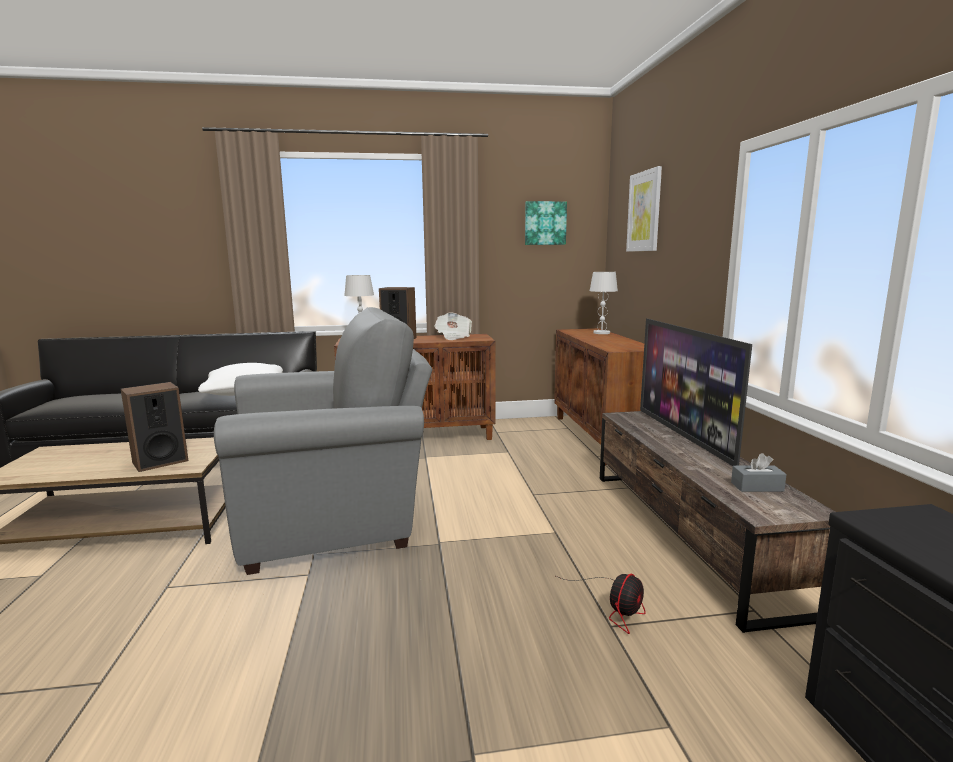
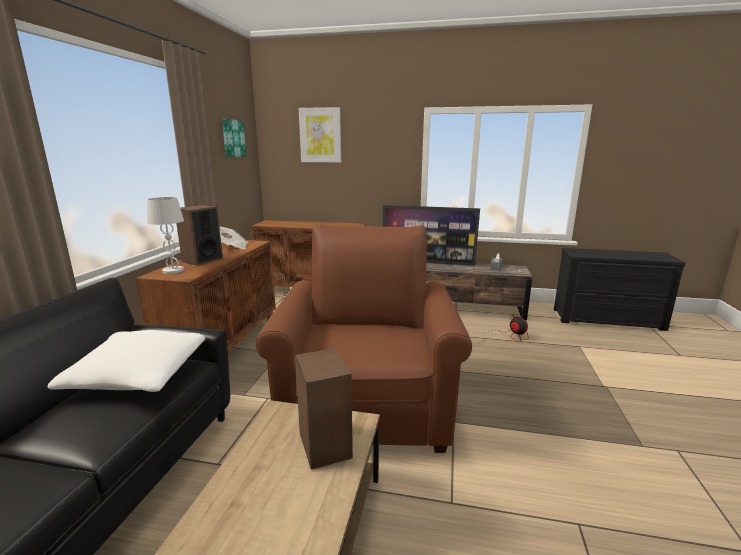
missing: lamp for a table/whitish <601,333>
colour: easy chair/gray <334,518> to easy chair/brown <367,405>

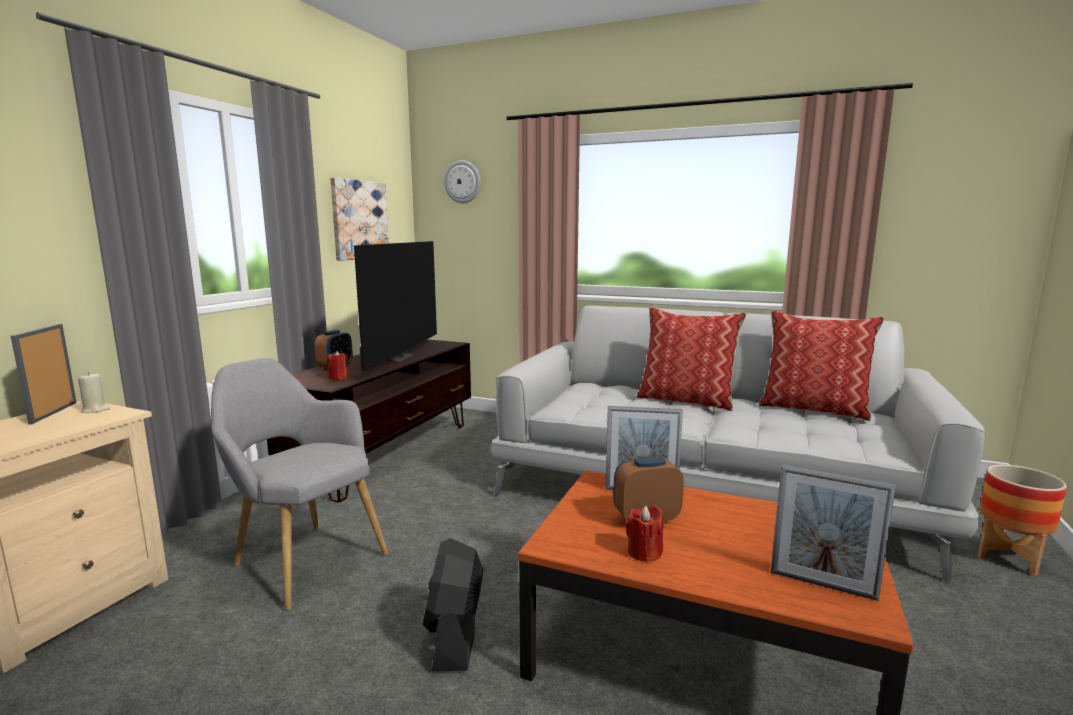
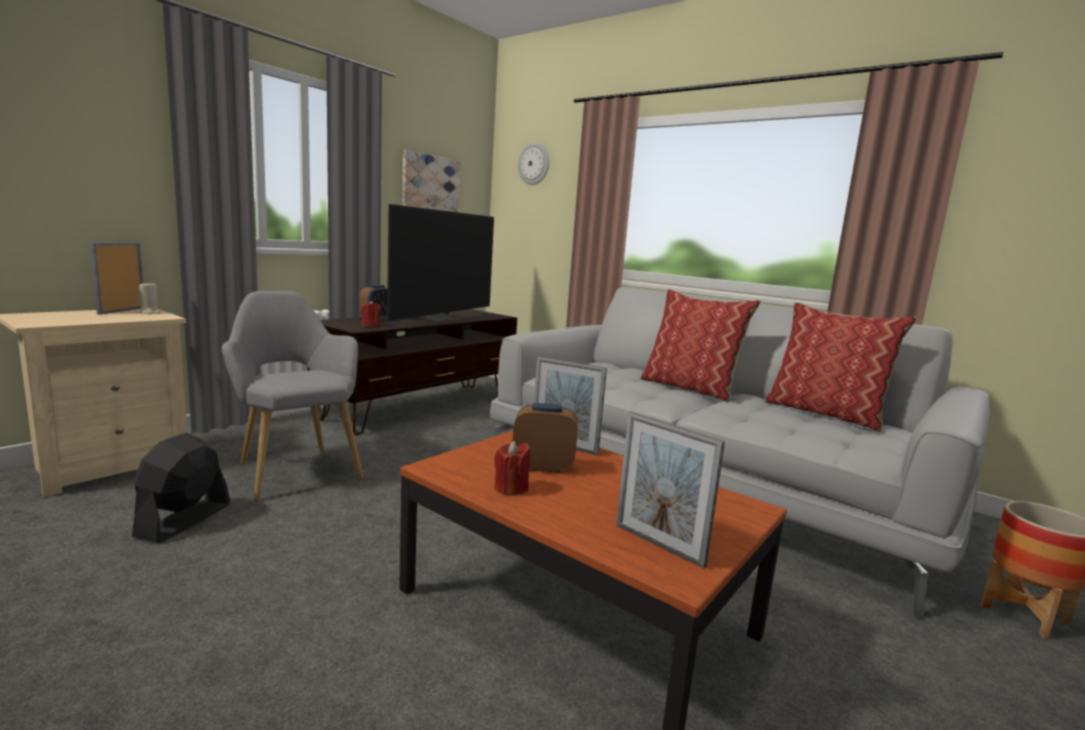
relocated: fan/blackish <455,636> to <183,520>

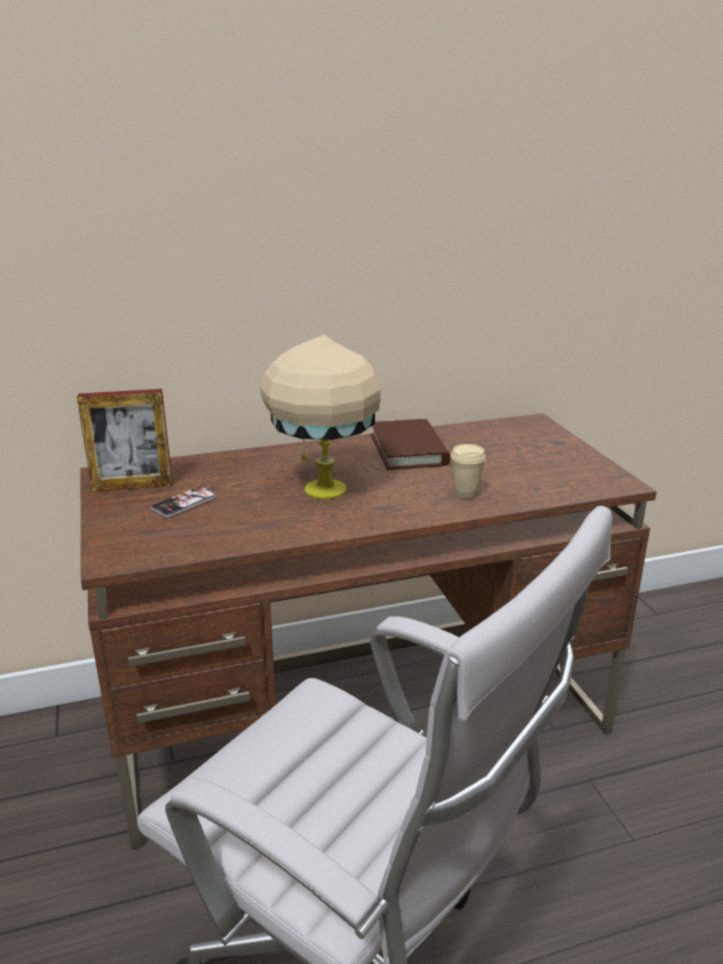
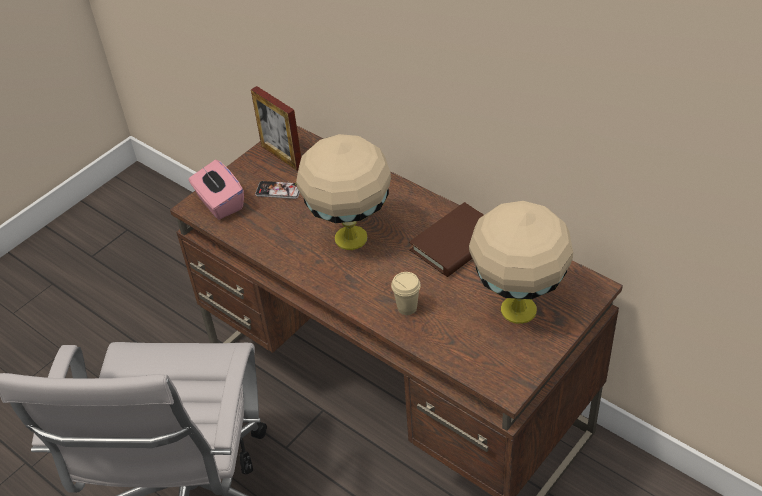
appeared: tissue holder/pink <219,203>; lamp for a table/sand-coloured <517,308>

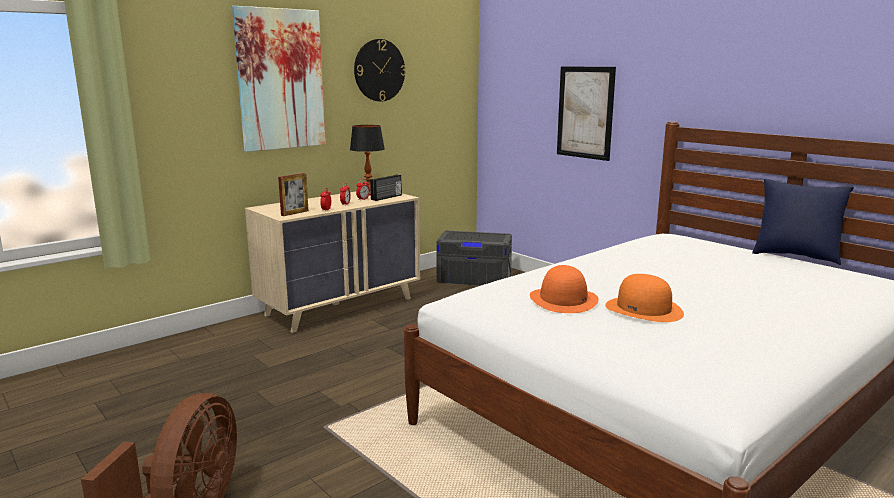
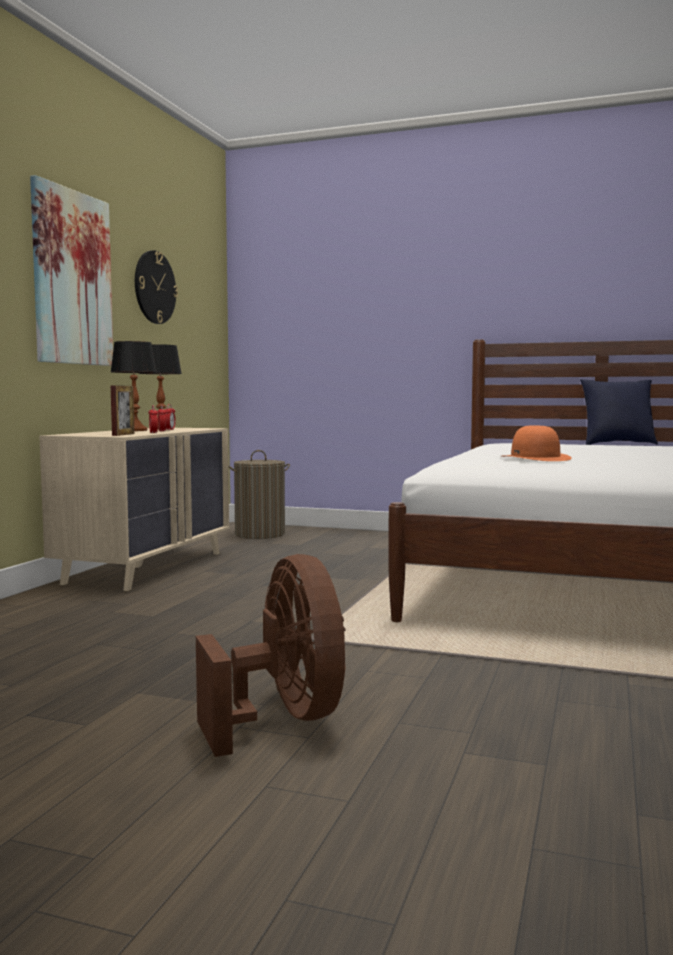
missing: wall art <585,112>; radio <387,197>; clothing hat/orange-coloured <644,309>
appeared: lamp for a table <135,430>
exchanged: storage bin/gray <474,278> to laundry basket <260,534>

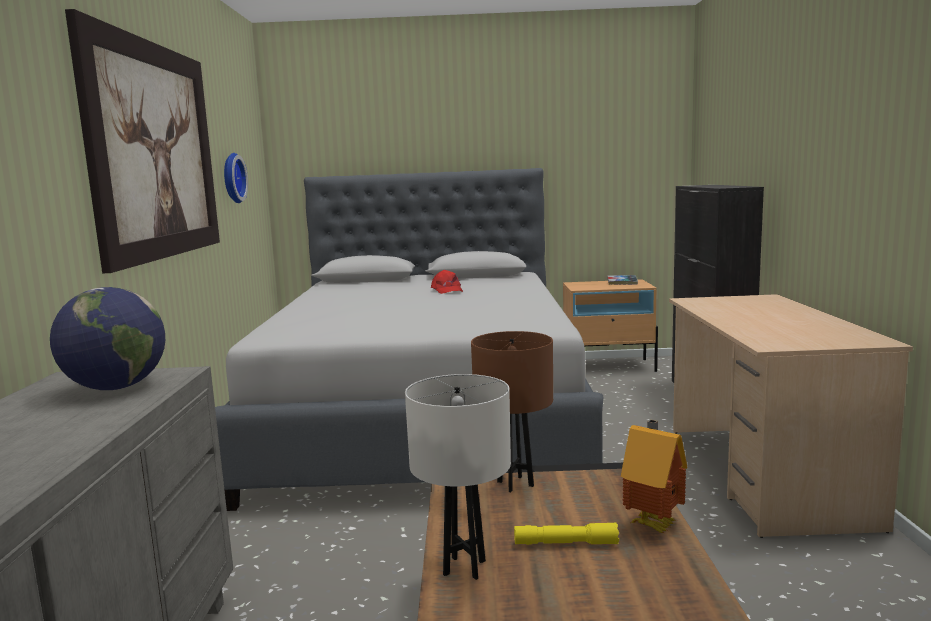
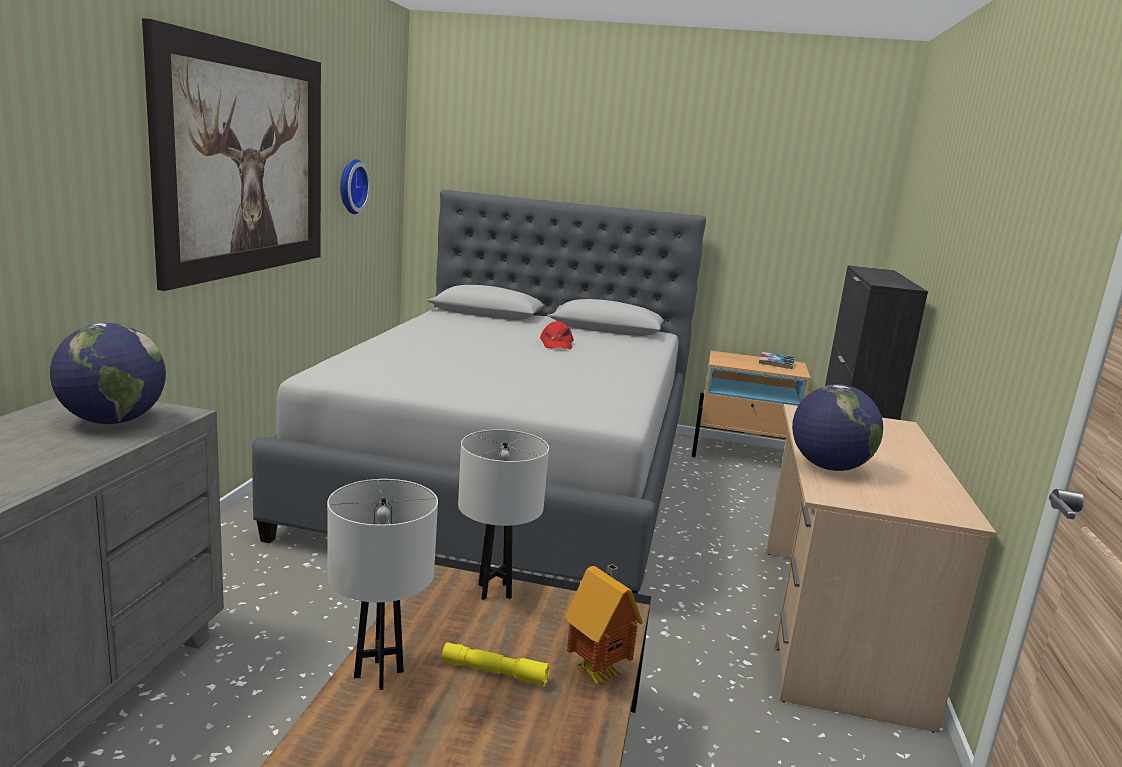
appeared: world globe <829,467>
colour: lamp for a table/brown <515,484> to lamp for a table/whitish <494,591>

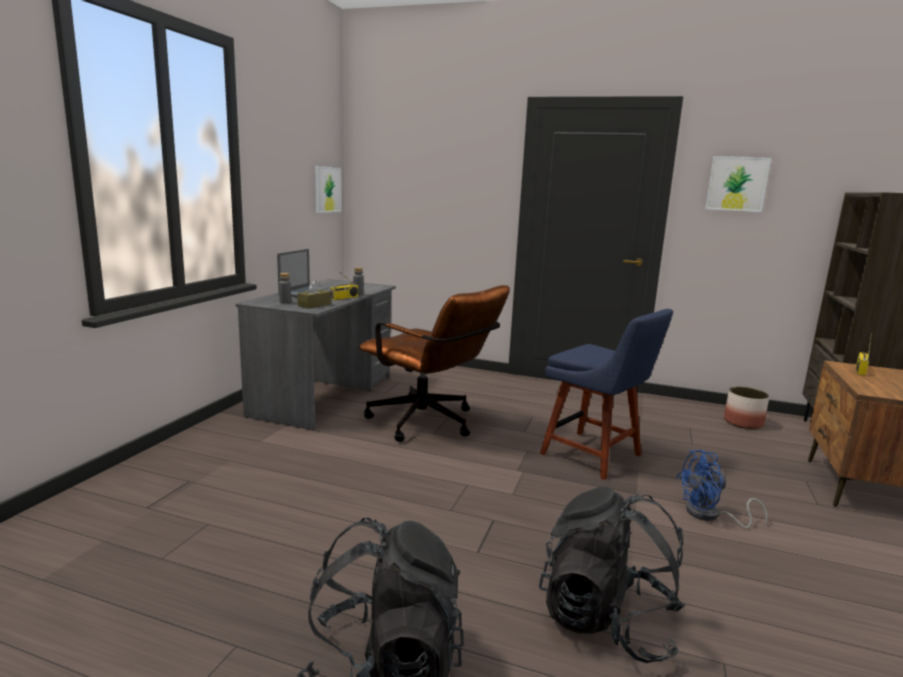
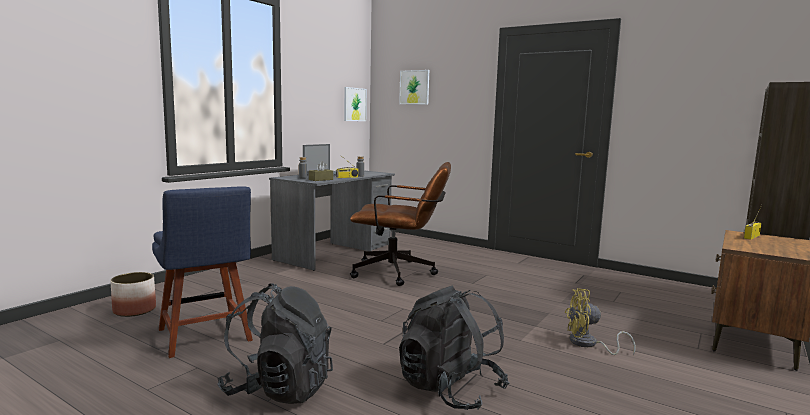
relocated: wall art <737,184> to <414,87>; chair/blue-coloured <595,456> to <205,337>; plant pot <743,423> to <135,310>
colour: fan/blue-coloured <710,515> to fan/yellow <588,344>
spun: desk chair/brown <429,424> = <401,273> 45 degrees counterclockwise

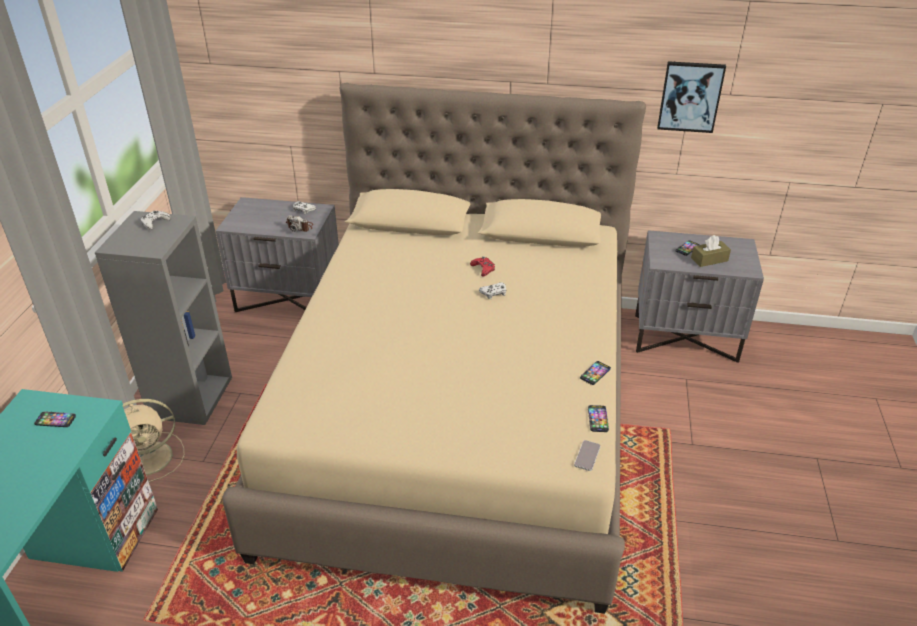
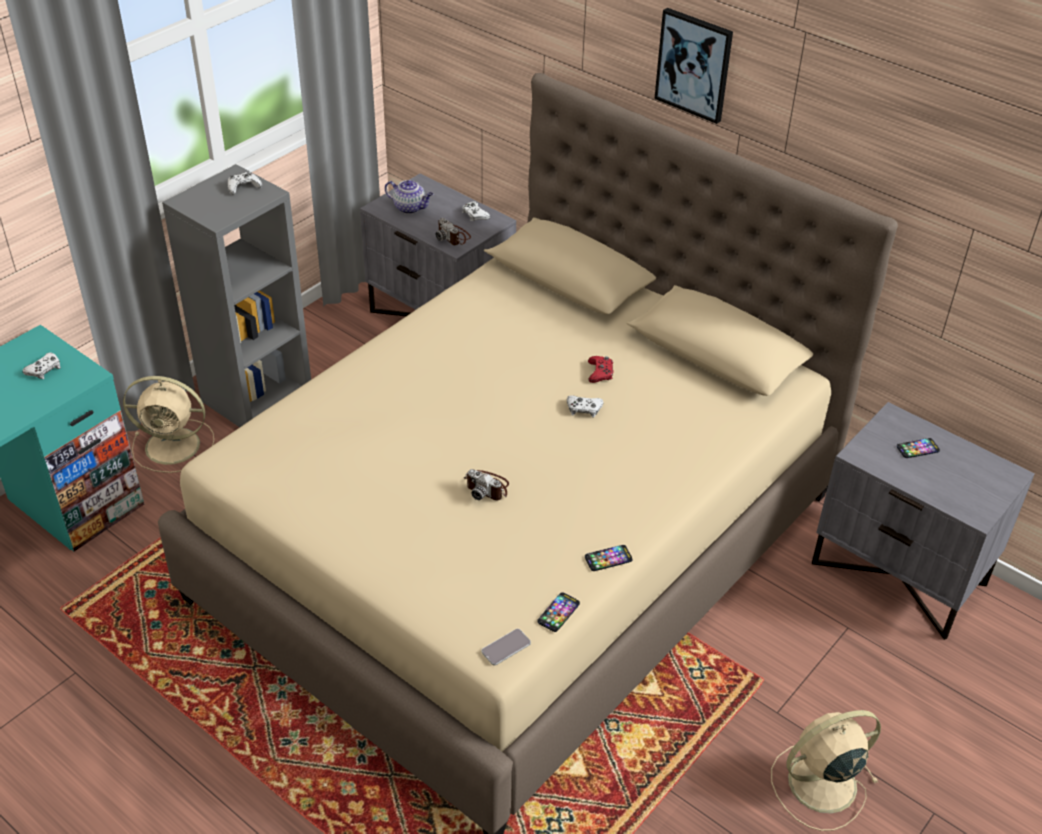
missing: tissue holder/brown <709,259>
appeared: pot for tea <410,208>; photo camera <487,487>; fan/sand-coloured <819,784>
relocated: wall art <690,96> to <694,65>
exchanged: phone <55,420> to joypad/whitish <44,370>

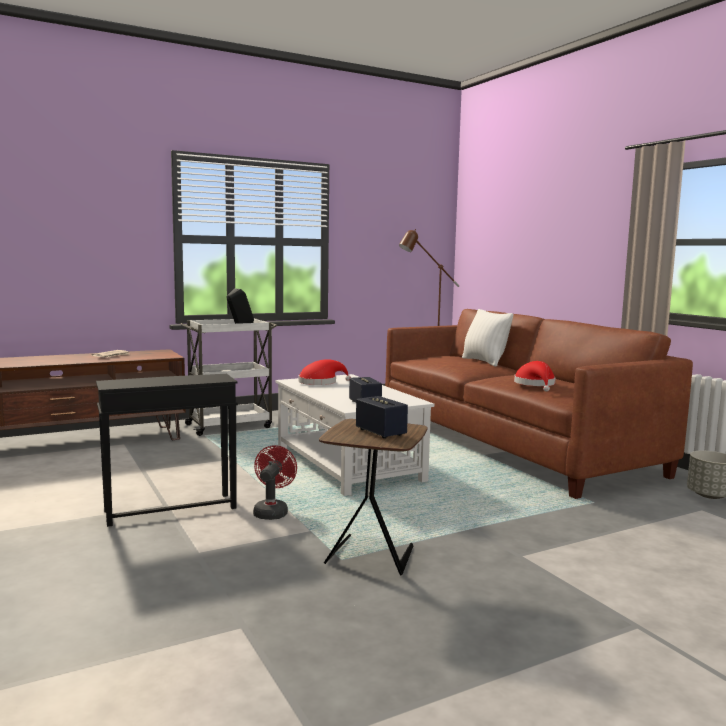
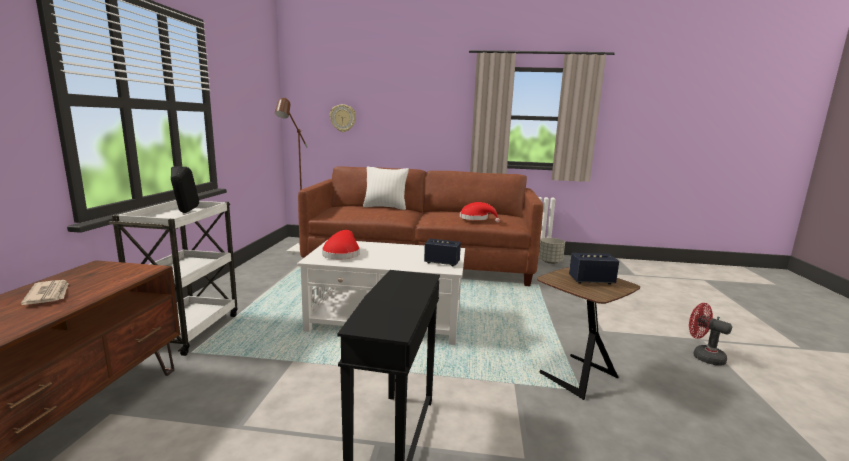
appeared: hanging clock <343,118>
relocated: fan/reddish <272,511> to <703,356>

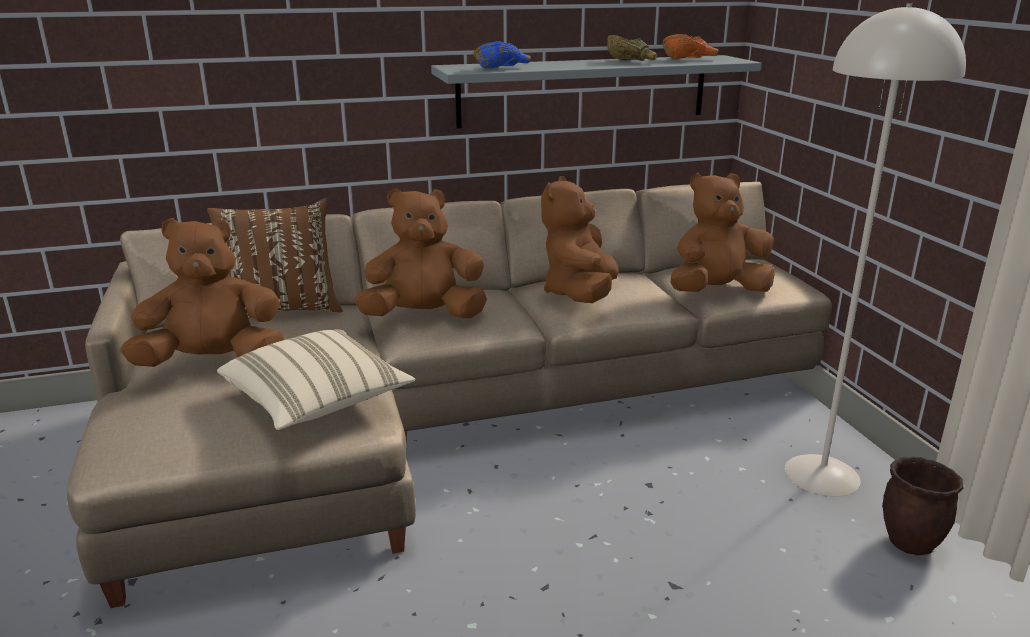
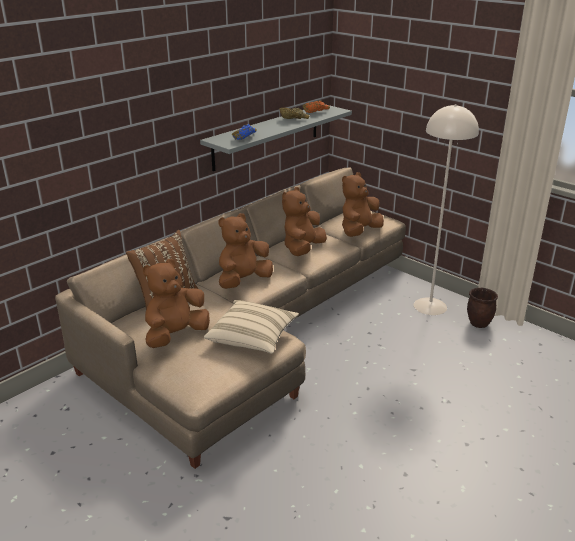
spun: plush toy/brown <580,295> = <302,249> 45 degrees clockwise

